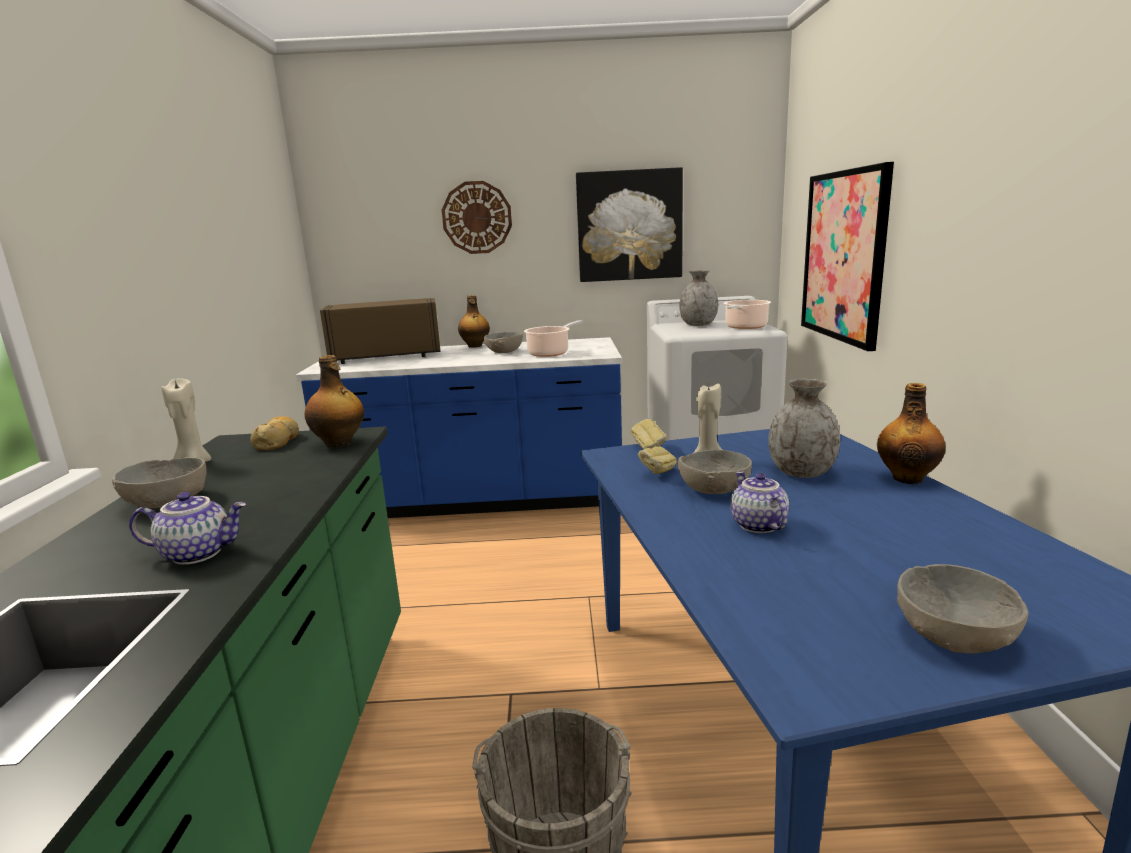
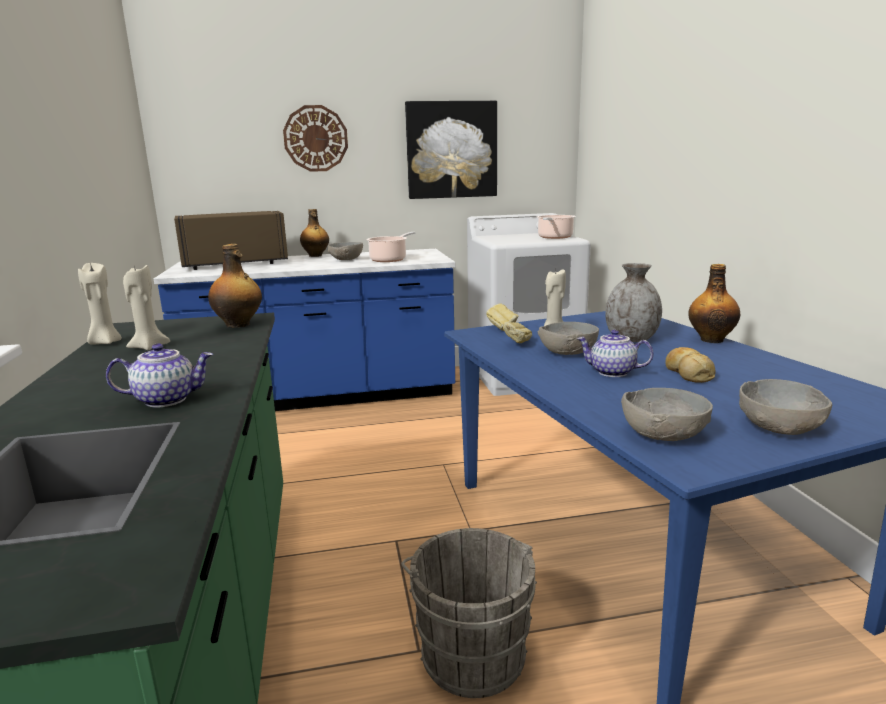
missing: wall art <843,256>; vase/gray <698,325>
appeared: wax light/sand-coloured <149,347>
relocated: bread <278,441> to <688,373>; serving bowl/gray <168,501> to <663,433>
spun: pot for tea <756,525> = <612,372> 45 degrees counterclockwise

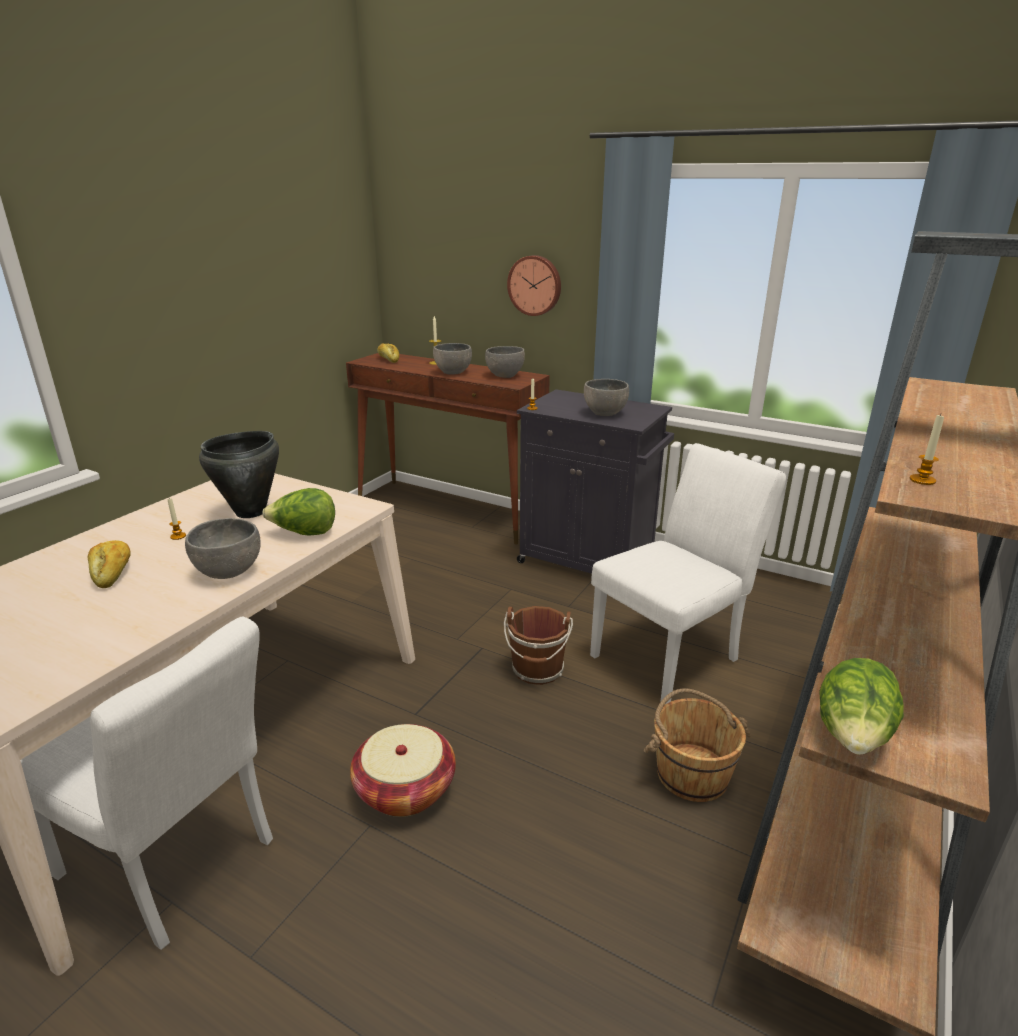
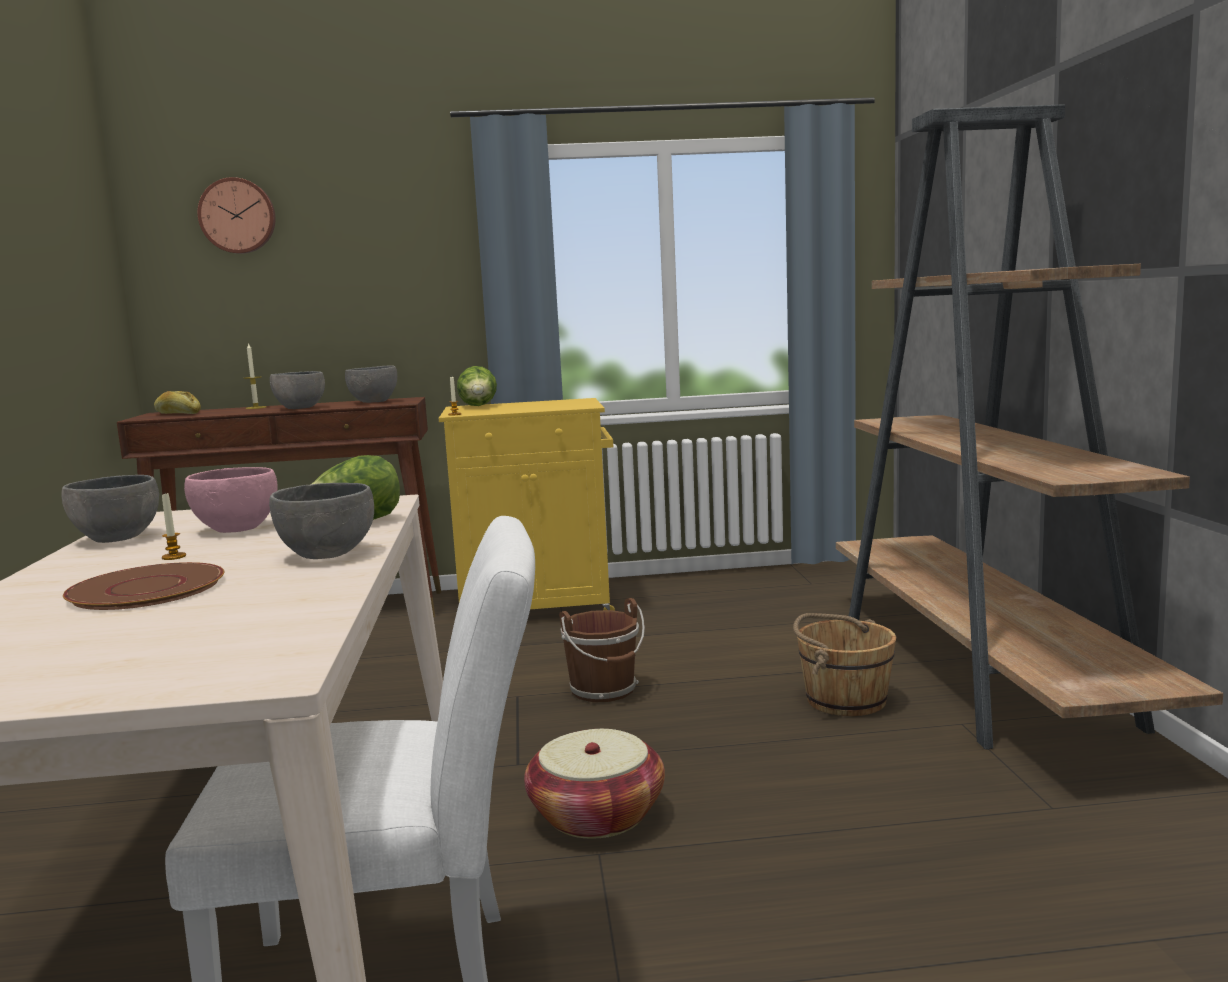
missing: wax light <922,480>; chair/whitish <672,654>
relocated: hanging clock <535,285> to <238,216>; serving bowl/gray <605,413> to <117,538>; lettuce <852,737> to <478,406>
exchanged: stockpot/blackish <251,512> to serving bowl/pink <238,528>; bread <113,572> to flat dish/brown <145,589>
colour: cupboard/blackish <589,561> to cupboard/yellow <539,607>

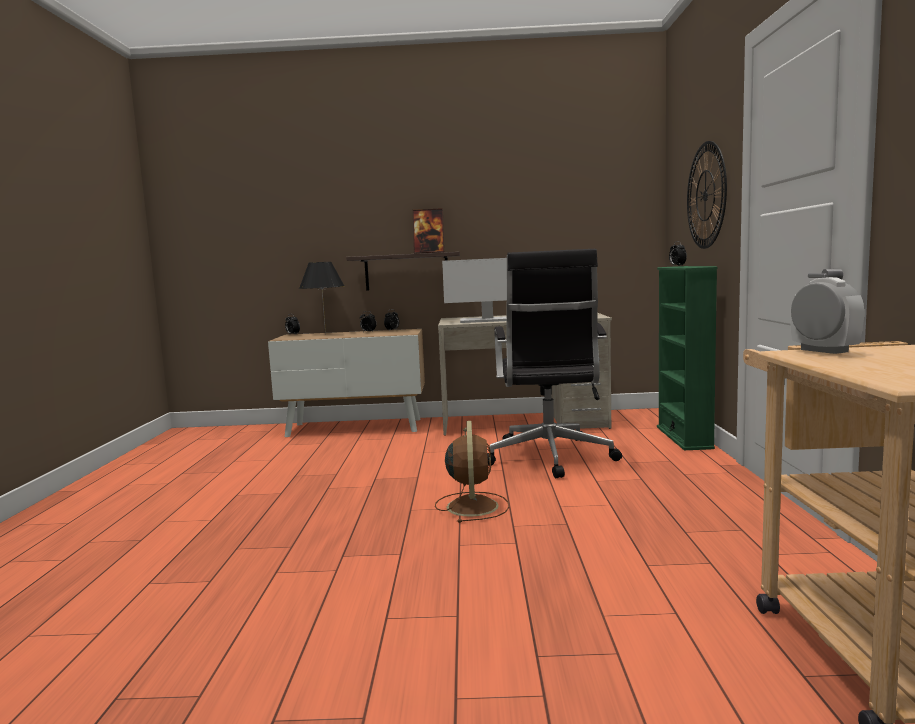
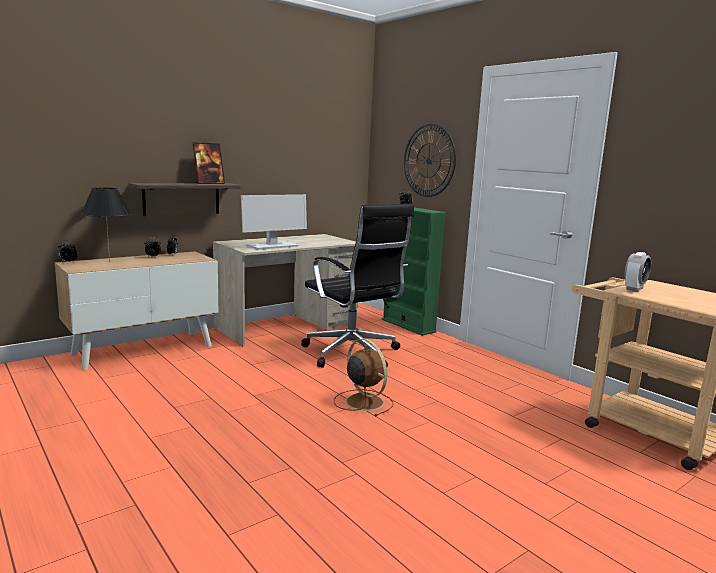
spun: bedside clock <824,350> = <634,289> 105 degrees clockwise

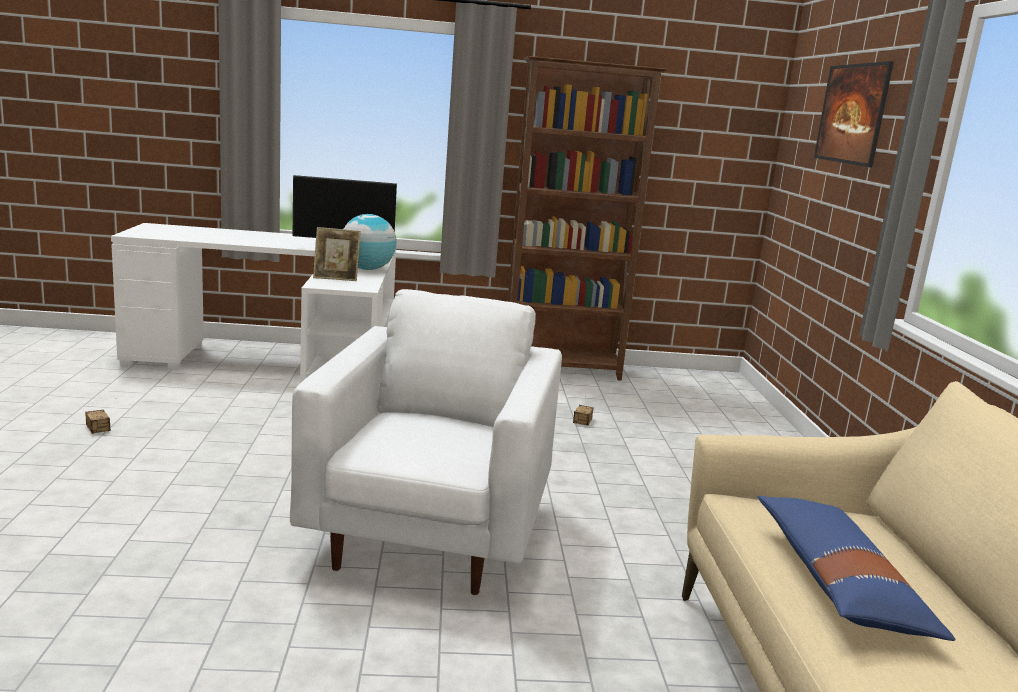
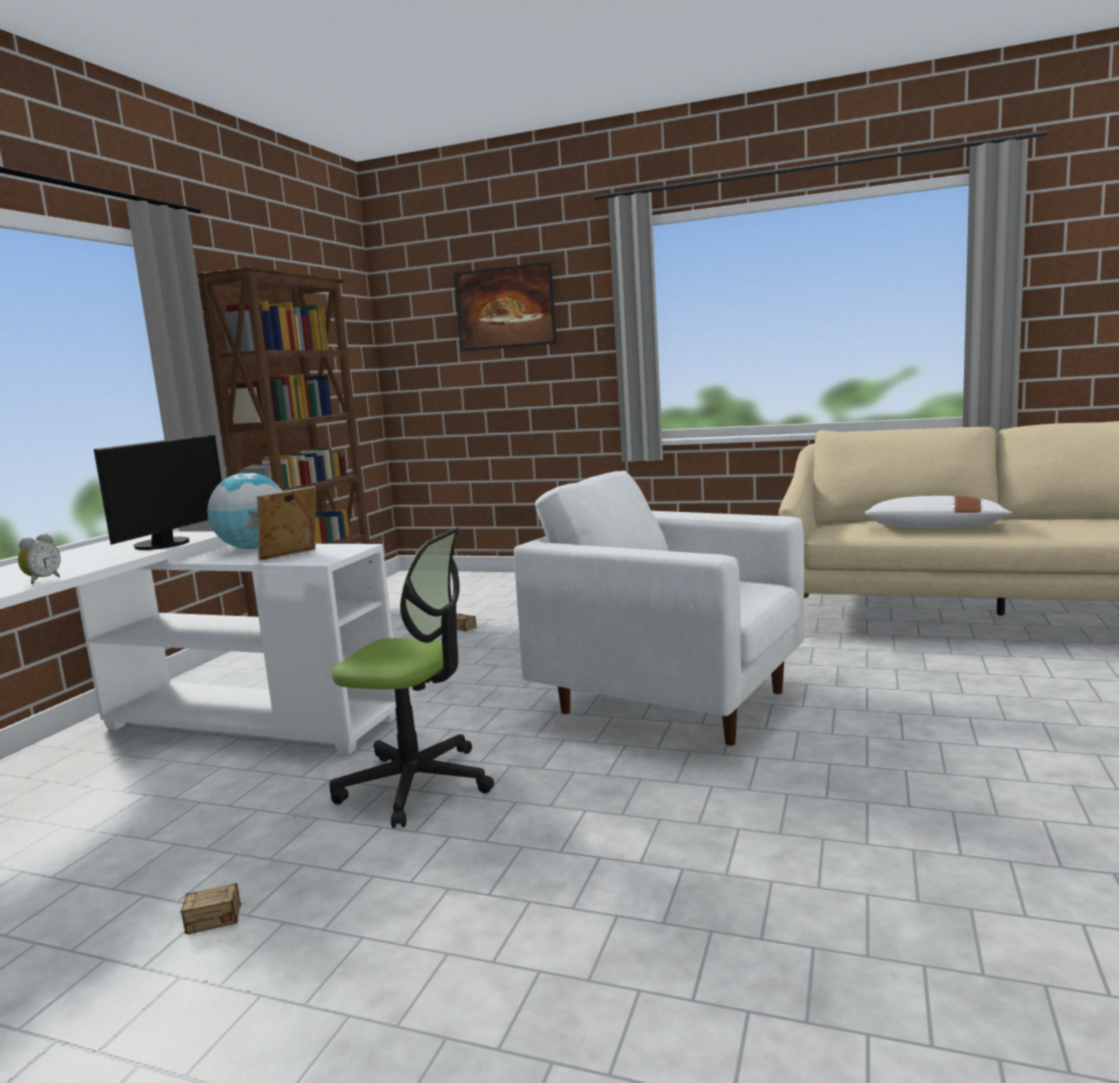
appeared: desk chair <416,784>; bedside clock <42,580>
colour: cushion/blue-coloured <838,583> to cushion/whitish <934,528>
spun: photo frame <336,278> = <291,556> 150 degrees counterclockwise

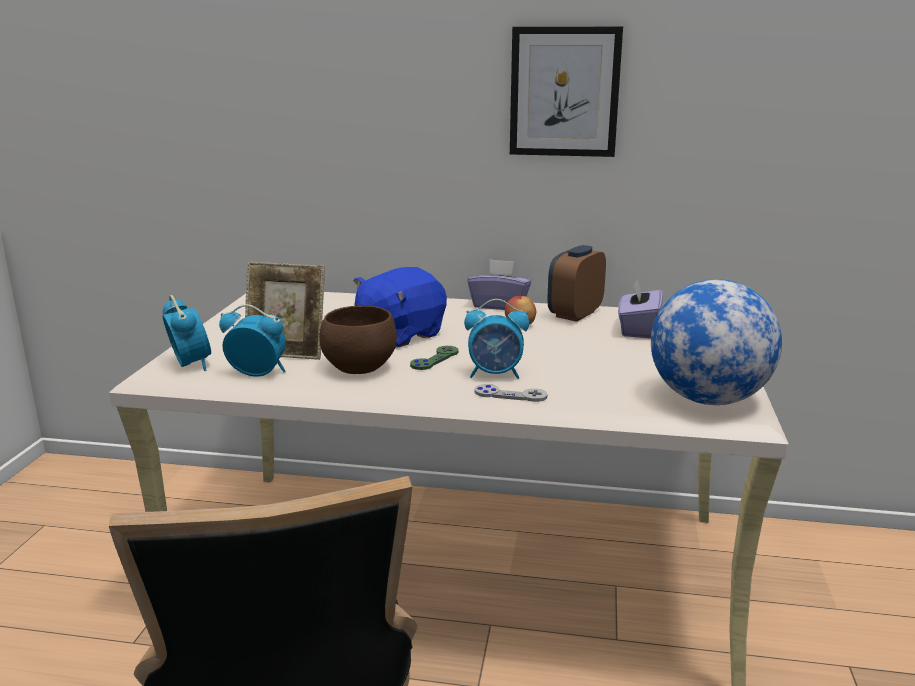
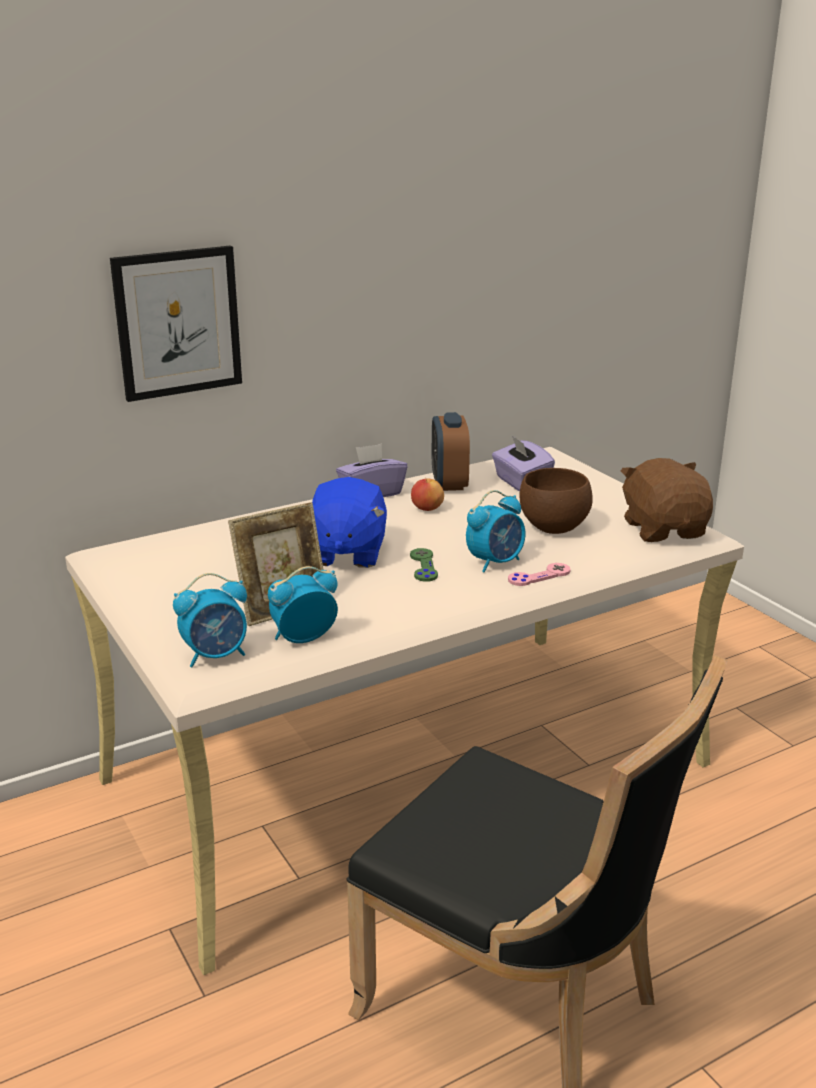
relocated: wall art <564,92> to <178,322>; serving bowl/brown <357,368> to <553,528>
exchanged: world globe <708,399> to plush toy/brown <664,529>
colour: joypad/gray <510,395> to joypad/pink <539,576>
spun: bedside clock <190,364> = <216,655> 135 degrees clockwise

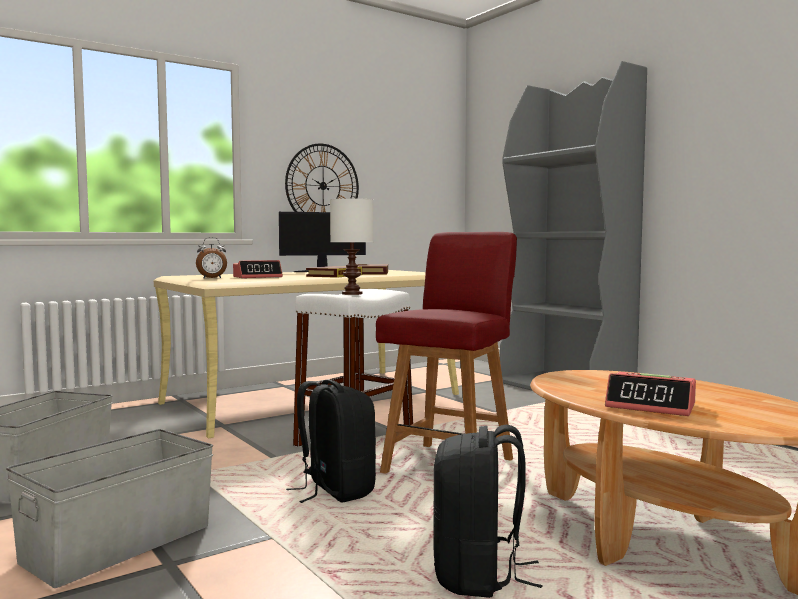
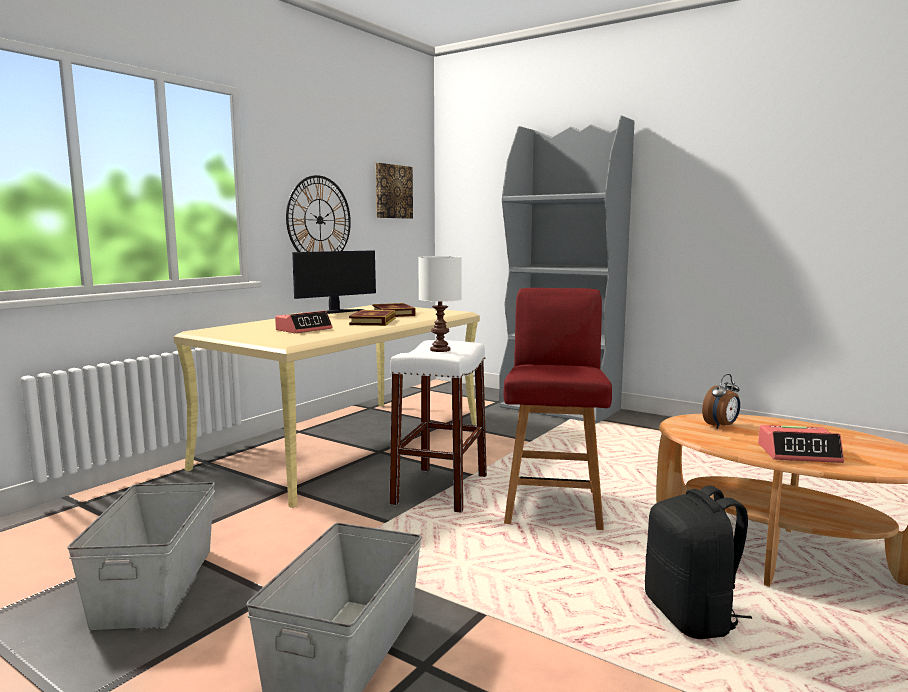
missing: knapsack/blackish <335,490>
appeared: wall art <393,191>
relocated: bedside clock <212,278> to <721,426>

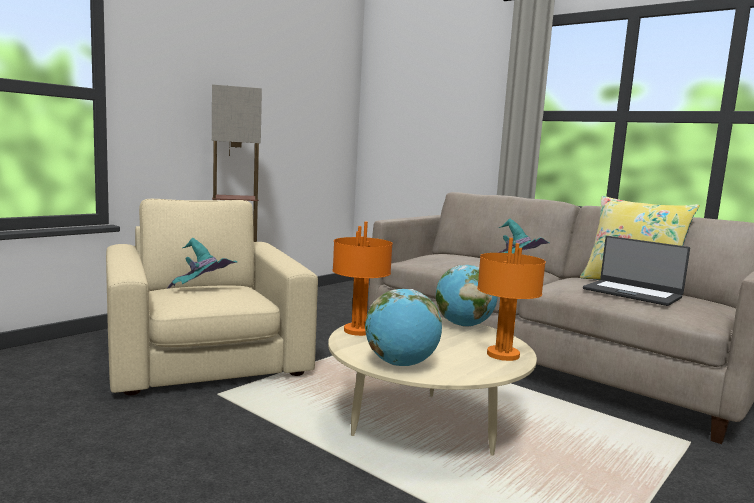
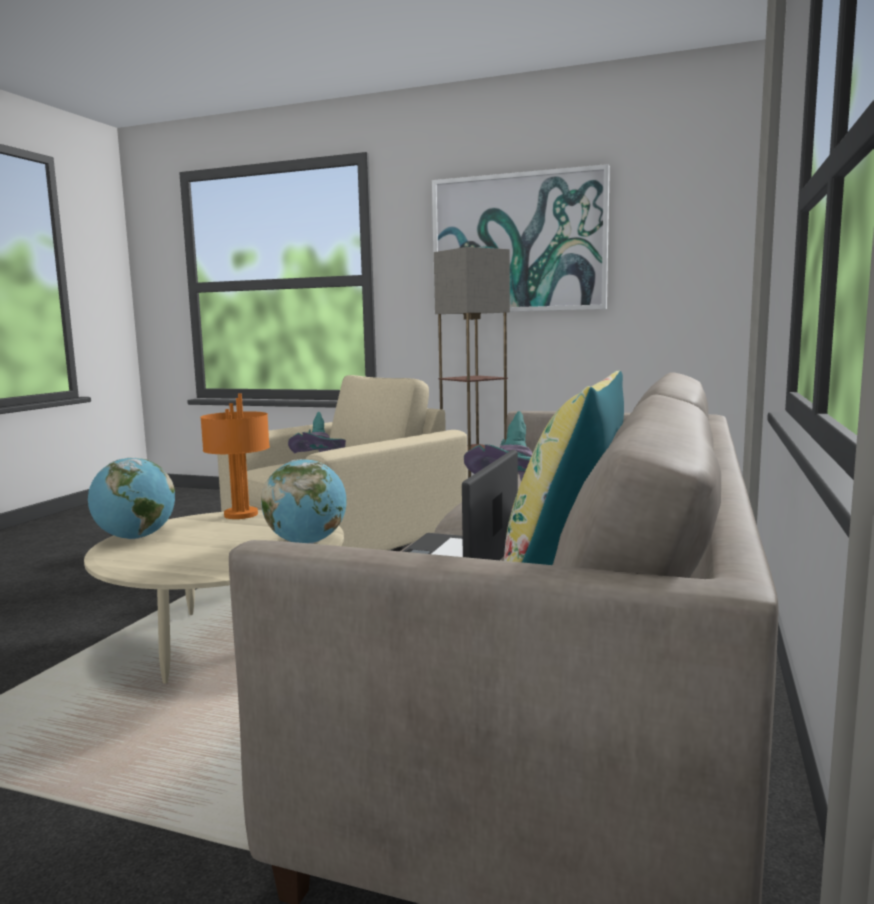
missing: lamp for a table/orange-coloured <502,354>
appeared: wall art <518,243>

